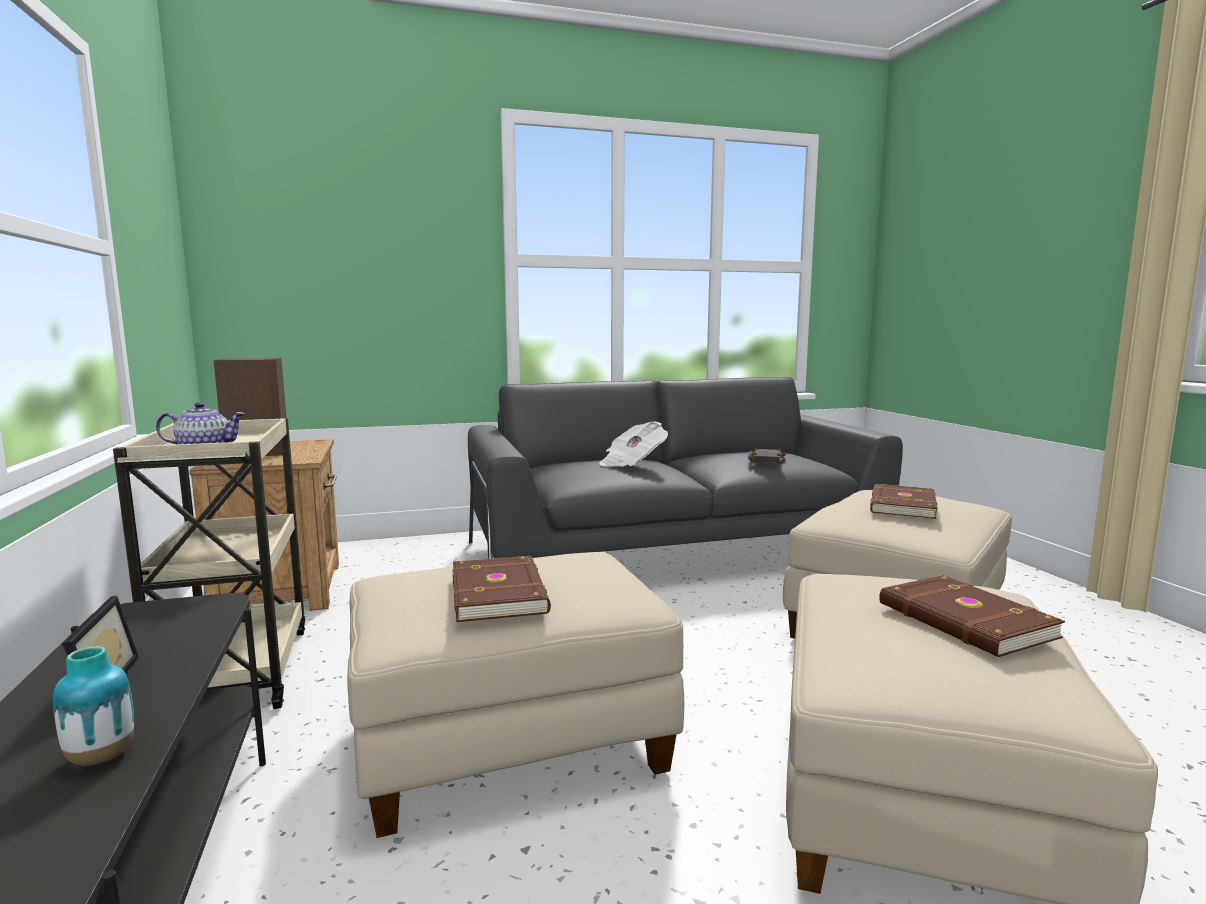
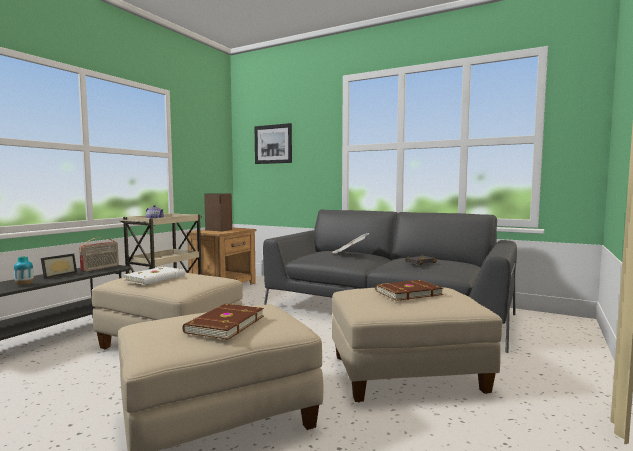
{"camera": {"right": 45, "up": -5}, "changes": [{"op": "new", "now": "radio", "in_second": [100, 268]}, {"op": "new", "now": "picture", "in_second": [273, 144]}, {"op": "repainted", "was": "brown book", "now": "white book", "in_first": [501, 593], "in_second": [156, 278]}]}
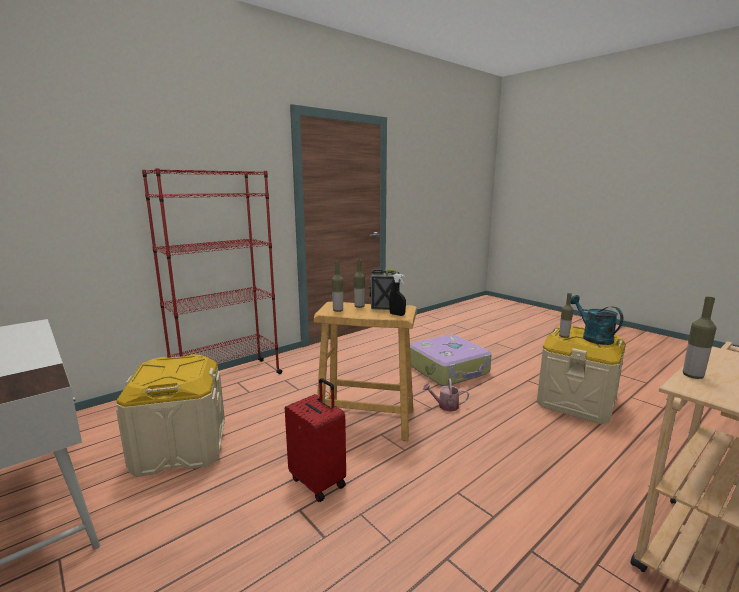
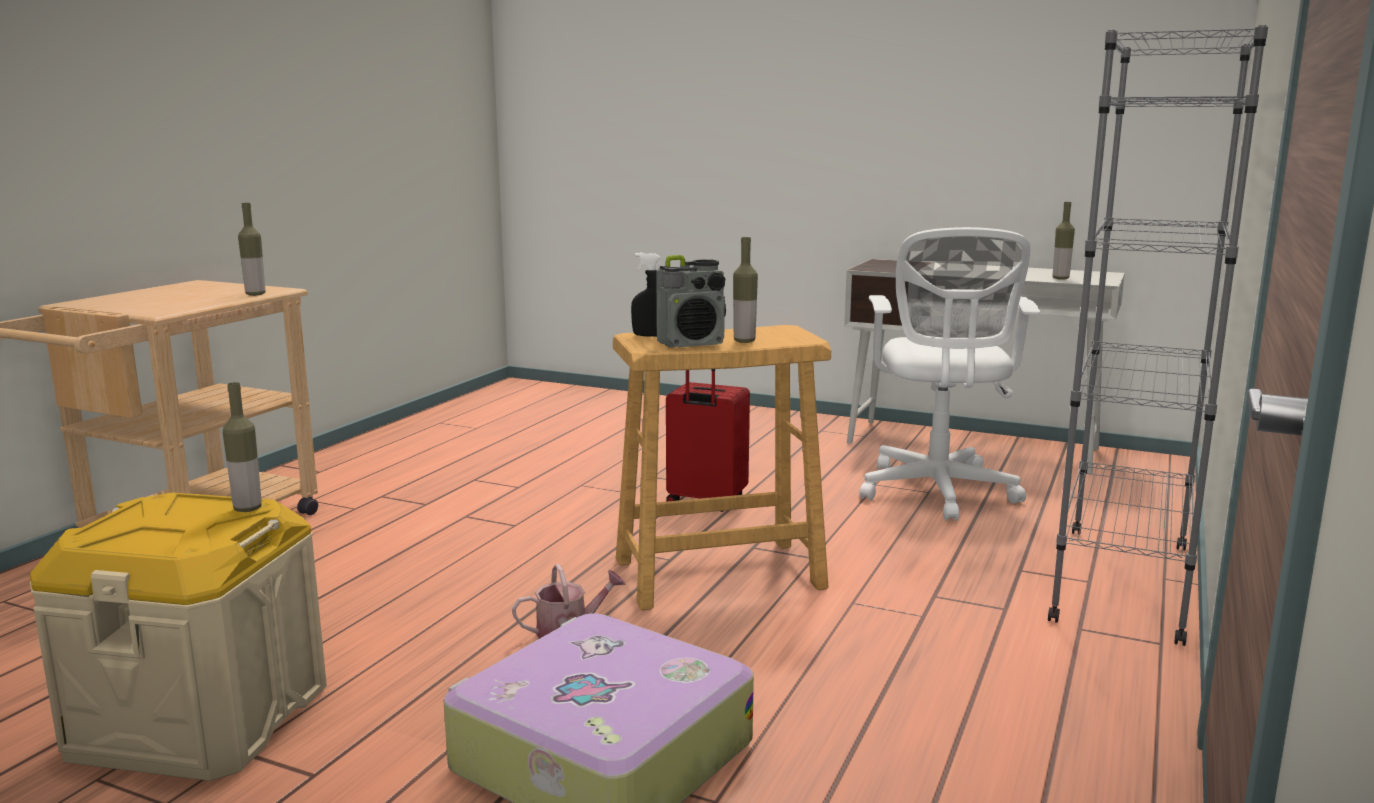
{"camera": {"right": 155, "up": 0}, "changes": [{"op": "gone", "was": "turquoise watering can", "in_first": [593, 337]}, {"op": "shifted", "was": "bottle", "in_first": [338, 310], "in_second": [1060, 278]}, {"op": "swapped", "was": "beige storage box", "now": "white office chair", "in_first": [181, 448], "in_second": [937, 493]}, {"op": "repainted", "was": "red bookcase", "now": "grey bookcase", "in_first": [227, 379], "in_second": [1122, 581]}]}
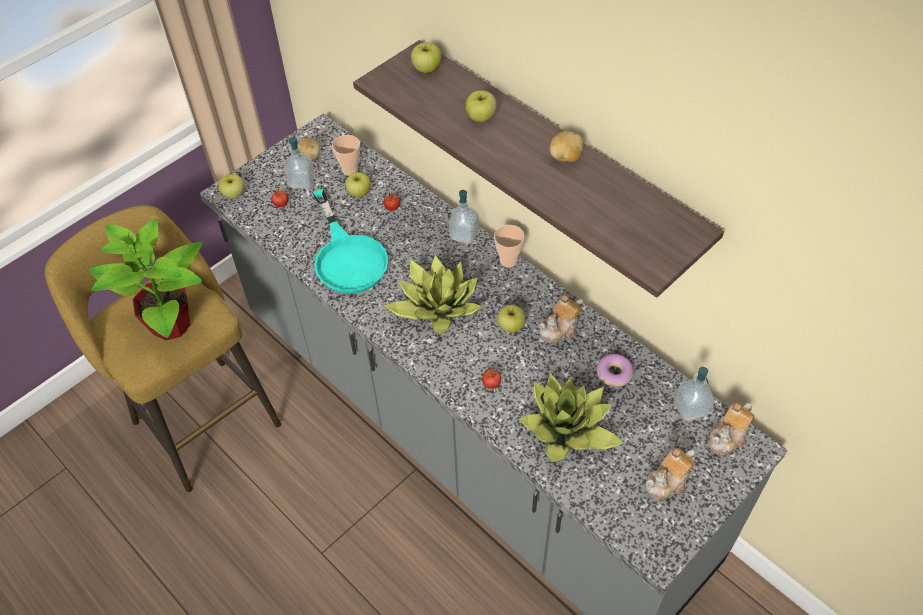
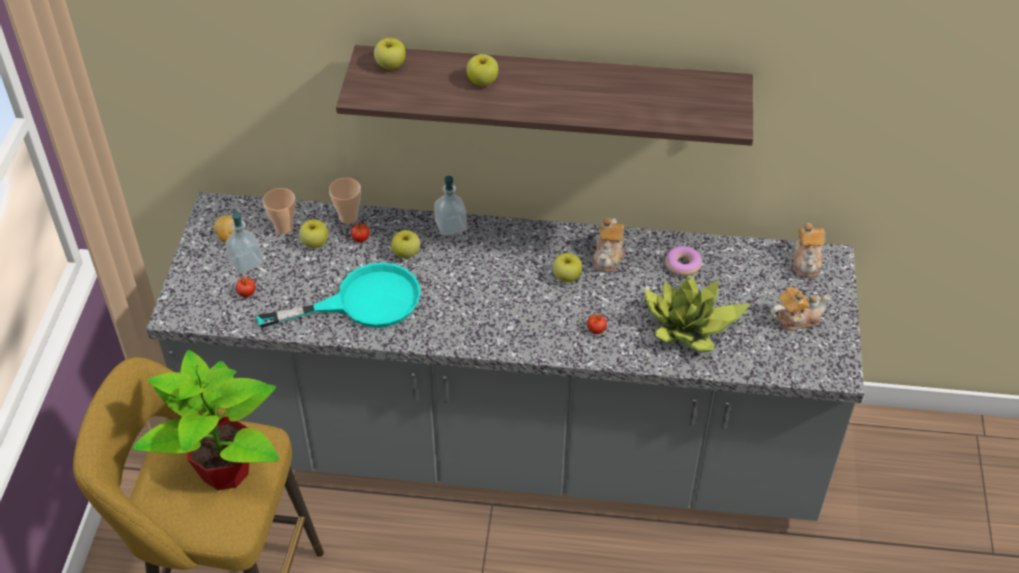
{"camera": {"right": -40, "up": -5}, "changes": [{"op": "gone", "was": "potted plant", "in_first": [435, 306]}, {"op": "gone", "was": "potato", "in_first": [565, 158]}, {"op": "gone", "was": "soap dispenser", "in_first": [690, 408]}, {"op": "shifted", "was": "apple", "in_first": [234, 194], "in_second": [406, 253]}, {"op": "shifted", "was": "cup", "in_first": [508, 261], "in_second": [348, 217]}, {"op": "rotated", "was": "turquoise frying pan", "in_first": [347, 256], "in_second": [363, 302], "clockwise": -45}, {"op": "rotated", "was": "teapot", "in_first": [668, 482], "in_second": [796, 318], "clockwise": -120}]}
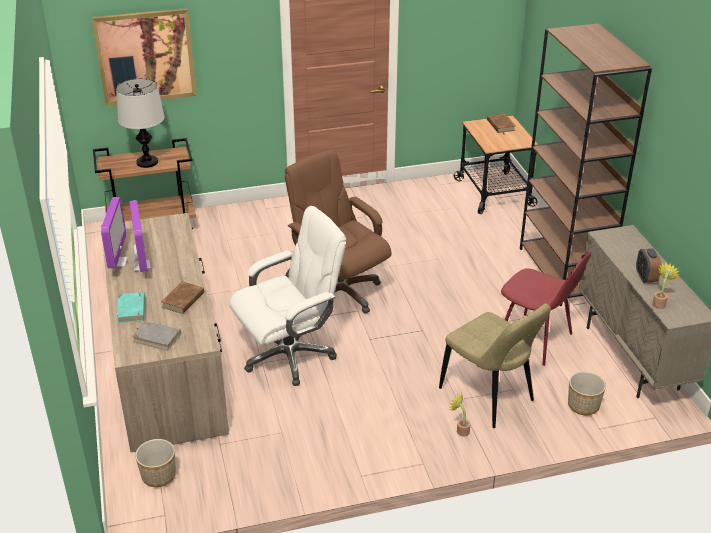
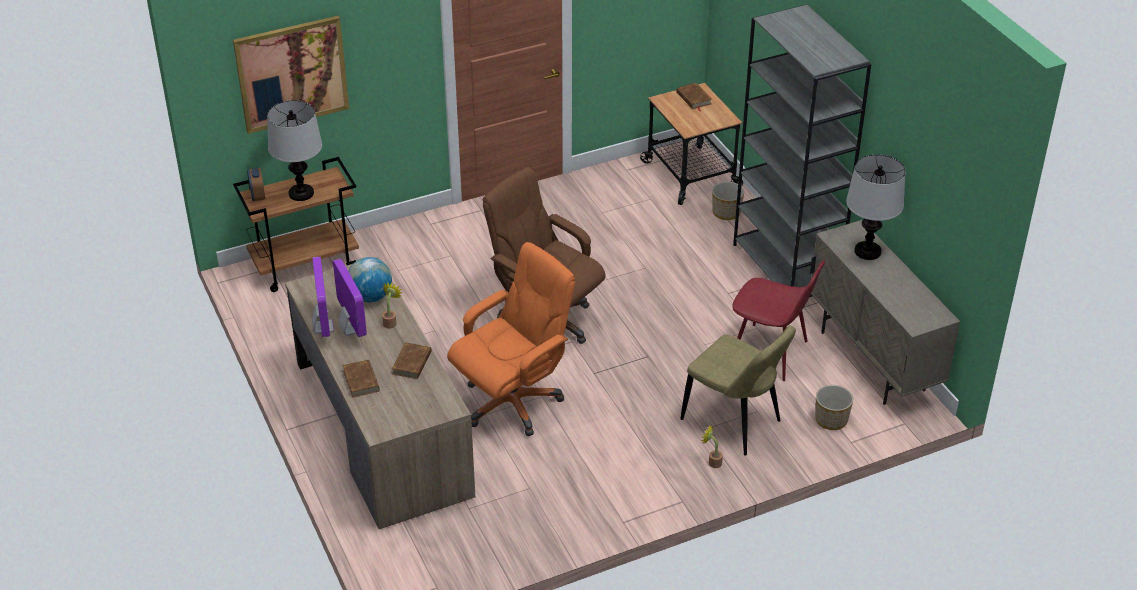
{"camera": {"right": -10, "up": 5}, "changes": [{"op": "gone", "was": "grey book", "in_first": [157, 338]}, {"op": "new", "now": "globe", "in_second": [370, 297]}, {"op": "new", "now": "table lamp", "in_second": [868, 251]}, {"op": "shifted", "was": "planter", "in_first": [158, 476], "in_second": [726, 212]}, {"op": "shifted", "was": "alarm clock", "in_first": [645, 277], "in_second": [257, 196]}, {"op": "shifted", "was": "potted plant", "in_first": [659, 303], "in_second": [391, 322]}, {"op": "repainted", "was": "turquoise book", "now": "brown book", "in_first": [131, 310], "in_second": [361, 380]}, {"op": "repainted", "was": "white office chair", "now": "orange office chair", "in_first": [290, 355], "in_second": [513, 402]}, {"op": "repainted", "was": "brown bookcase", "now": "grey bookcase", "in_first": [563, 272], "in_second": [786, 269]}]}
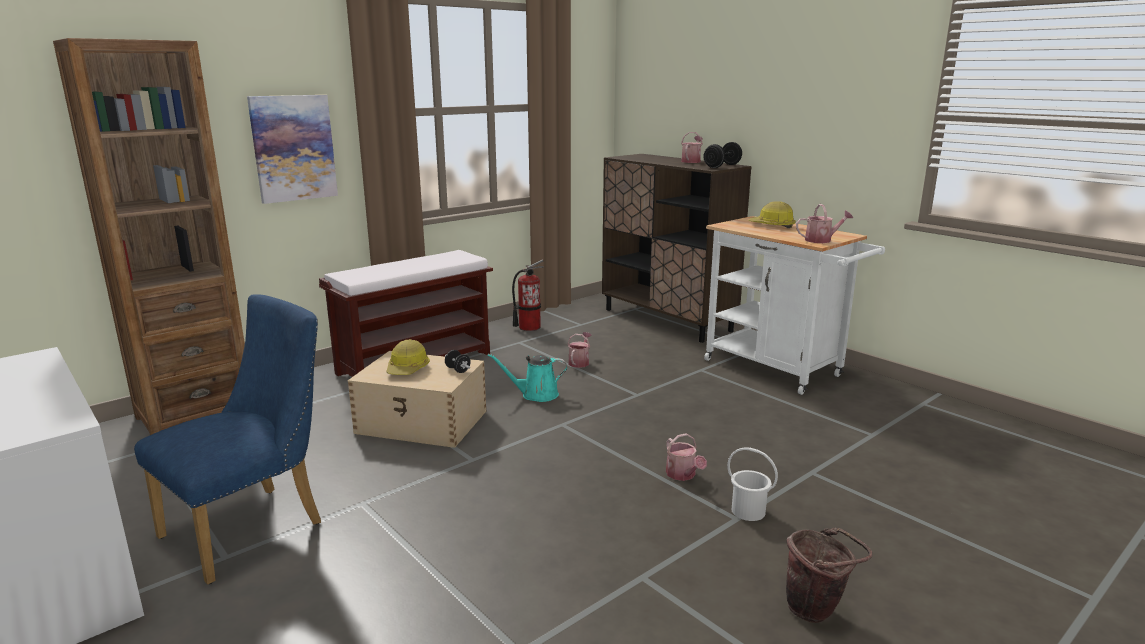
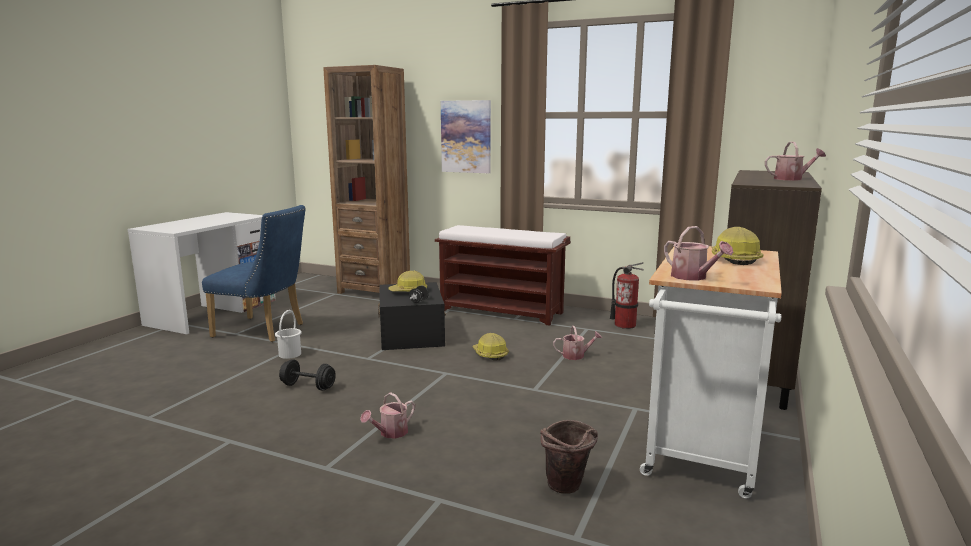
{"camera": {"right": 65, "up": -5}, "changes": [{"op": "shifted", "was": "black dumbbell", "in_first": [722, 166], "in_second": [308, 386]}, {"op": "shifted", "was": "white bucket", "in_first": [748, 511], "in_second": [289, 354]}, {"op": "shifted", "was": "brown bucket", "in_first": [817, 610], "in_second": [567, 489]}, {"op": "swapped", "was": "turquoise watering can", "now": "hard hat", "in_first": [536, 395], "in_second": [490, 354]}, {"op": "repainted", "was": "beige storage box", "now": "black storage box", "in_first": [423, 422], "in_second": [410, 334]}]}
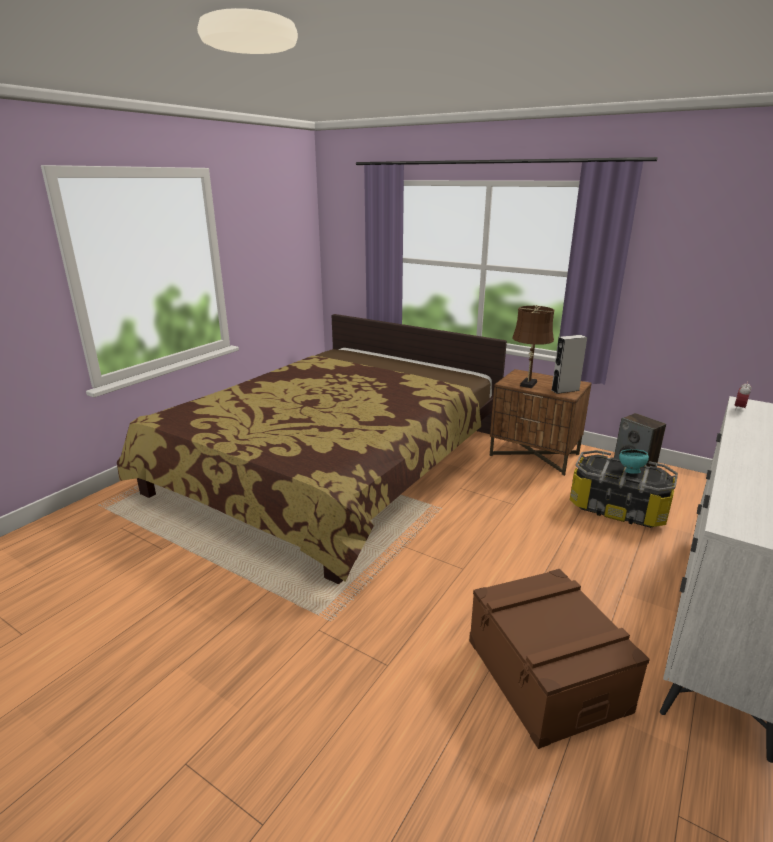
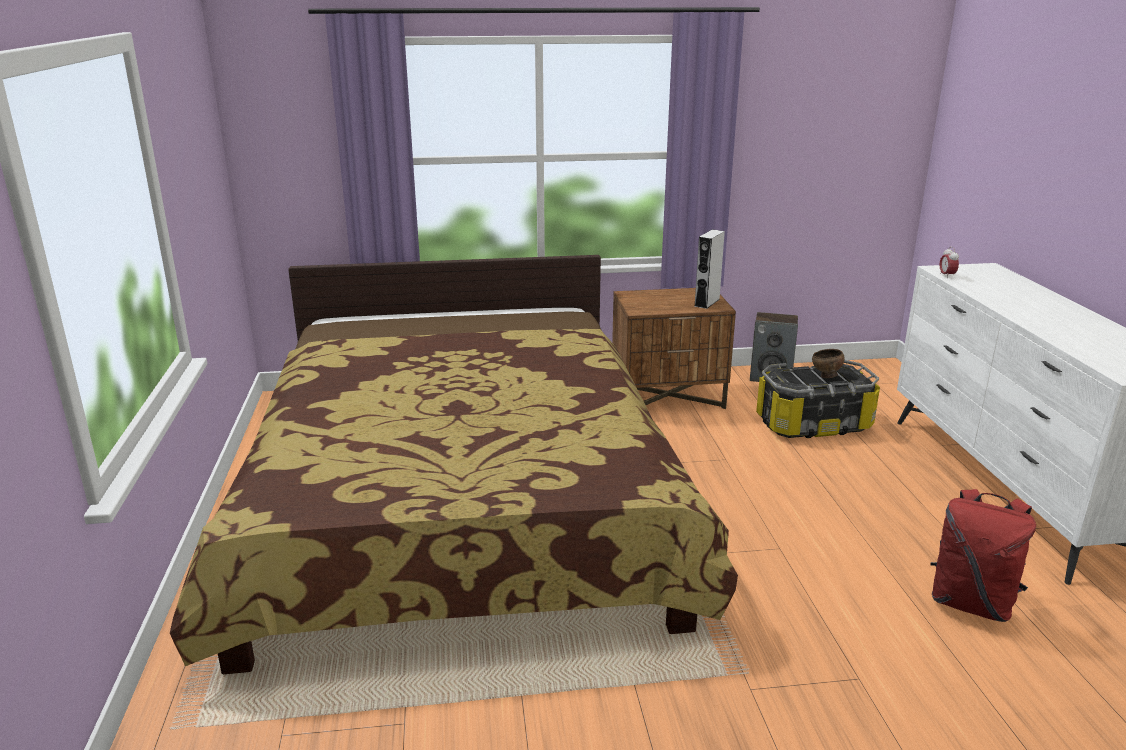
{"camera": {"right": -40, "up": 0}, "changes": [{"op": "gone", "was": "brown table lamp", "in_first": [527, 384]}, {"op": "swapped", "was": "brown storage box", "now": "red backpack", "in_first": [546, 674], "in_second": [971, 603]}, {"op": "repainted", "was": "turquoise bowl", "now": "brown bowl", "in_first": [630, 472], "in_second": [826, 376]}]}
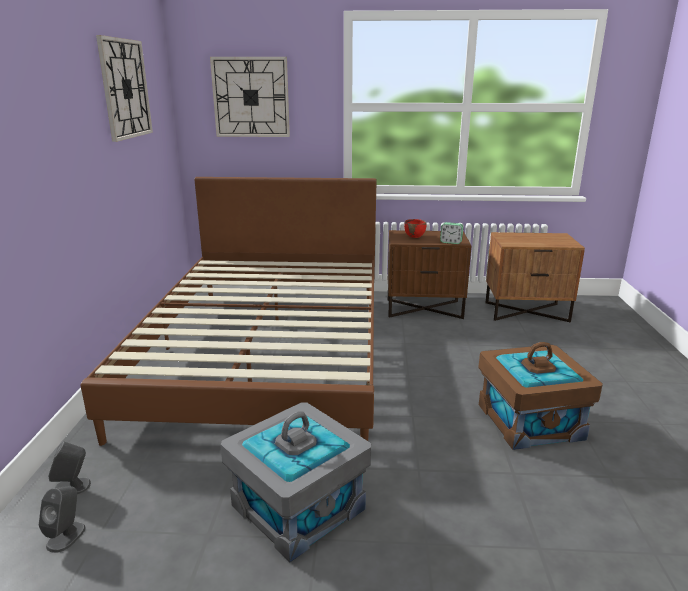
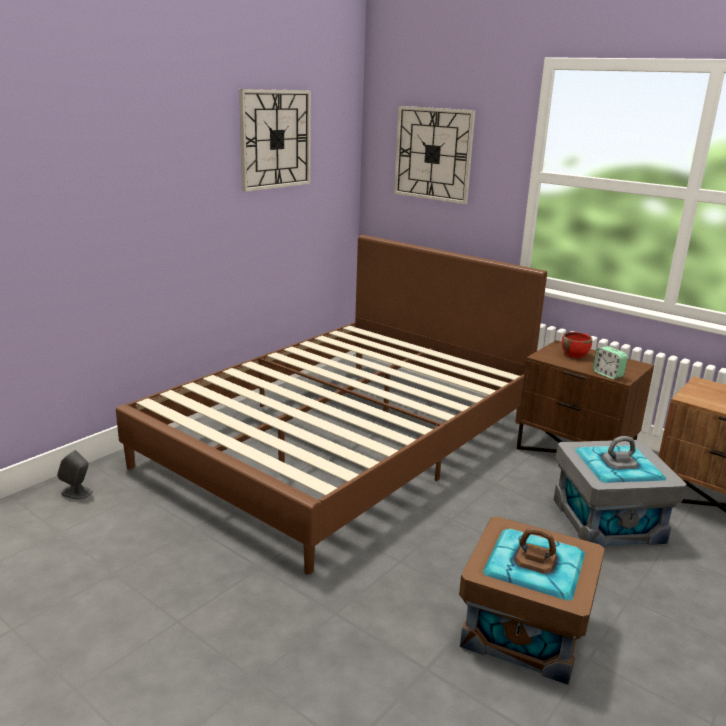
{"camera": {"right": 35, "up": 0}, "changes": [{"op": "gone", "was": "grey speaker", "in_first": [66, 536]}, {"op": "shifted", "was": "grey storage box", "in_first": [298, 506], "in_second": [607, 520]}]}
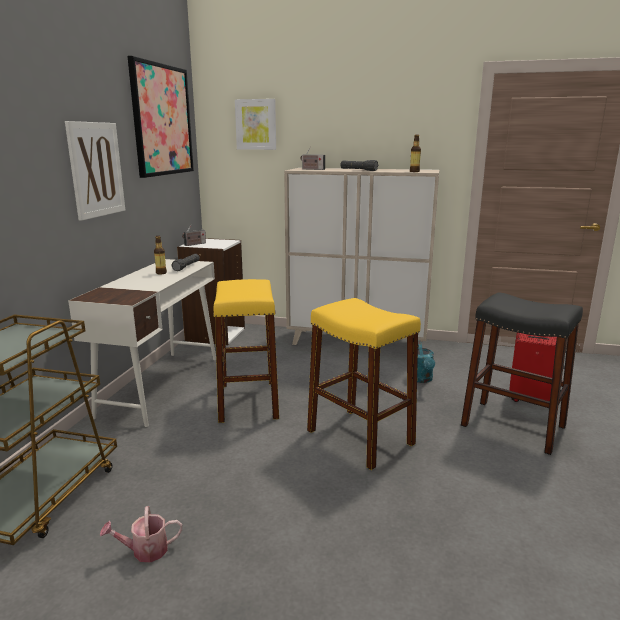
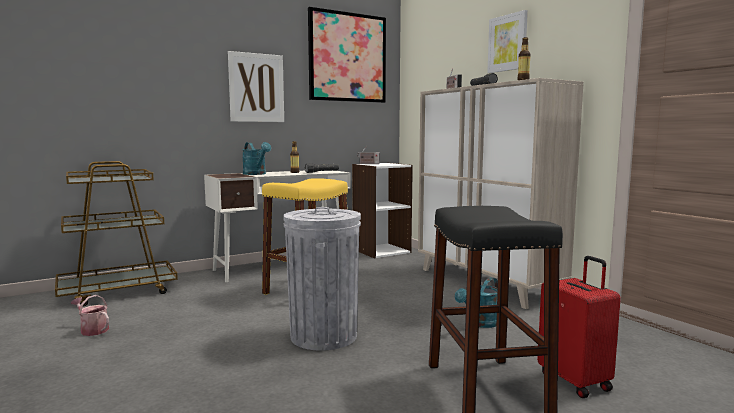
{"camera": {"right": 45, "up": -10}, "changes": [{"op": "new", "now": "turquoise watering can", "in_second": [256, 174]}, {"op": "shifted", "was": "picture", "in_first": [256, 124], "in_second": [508, 43]}, {"op": "swapped", "was": "yellow stool", "now": "grey trash can", "in_first": [360, 437], "in_second": [324, 336]}]}
